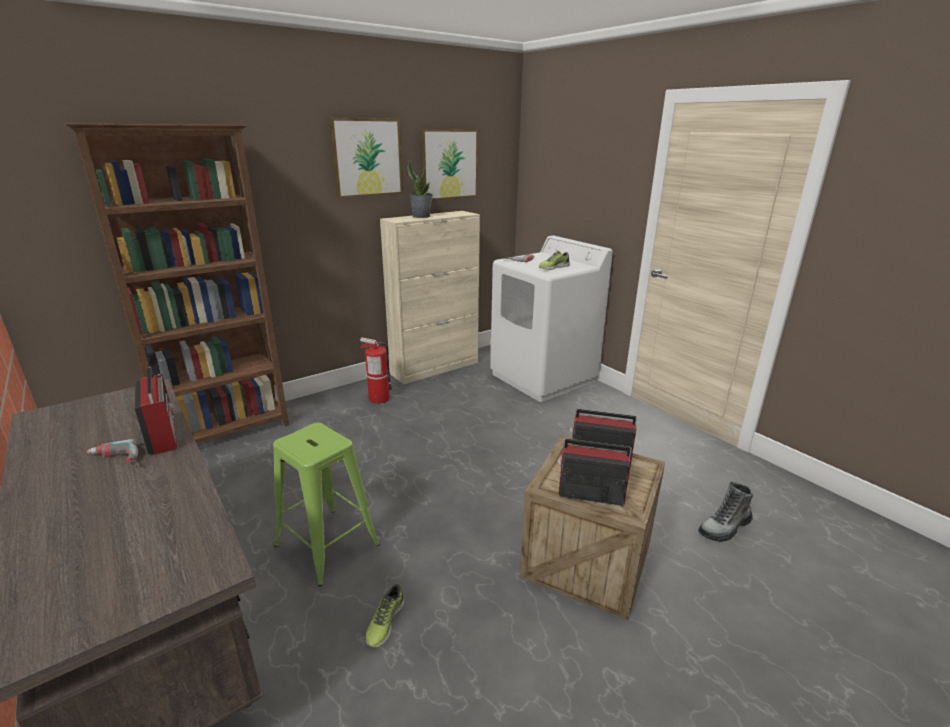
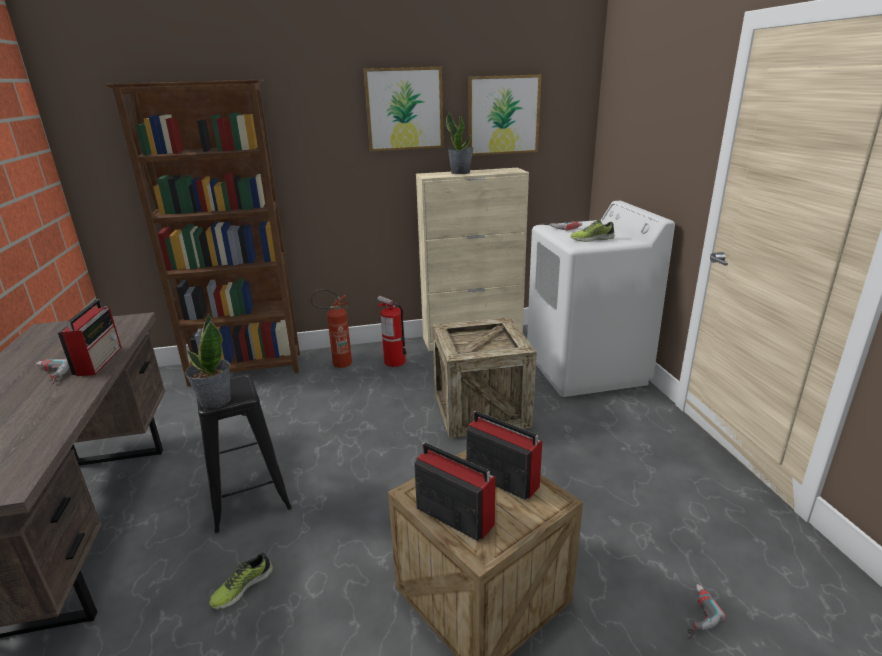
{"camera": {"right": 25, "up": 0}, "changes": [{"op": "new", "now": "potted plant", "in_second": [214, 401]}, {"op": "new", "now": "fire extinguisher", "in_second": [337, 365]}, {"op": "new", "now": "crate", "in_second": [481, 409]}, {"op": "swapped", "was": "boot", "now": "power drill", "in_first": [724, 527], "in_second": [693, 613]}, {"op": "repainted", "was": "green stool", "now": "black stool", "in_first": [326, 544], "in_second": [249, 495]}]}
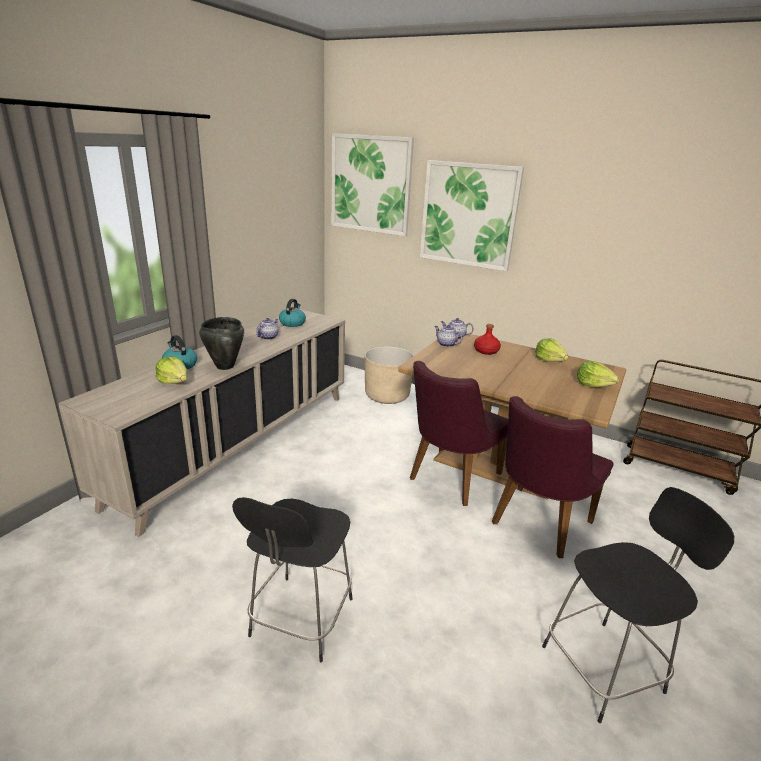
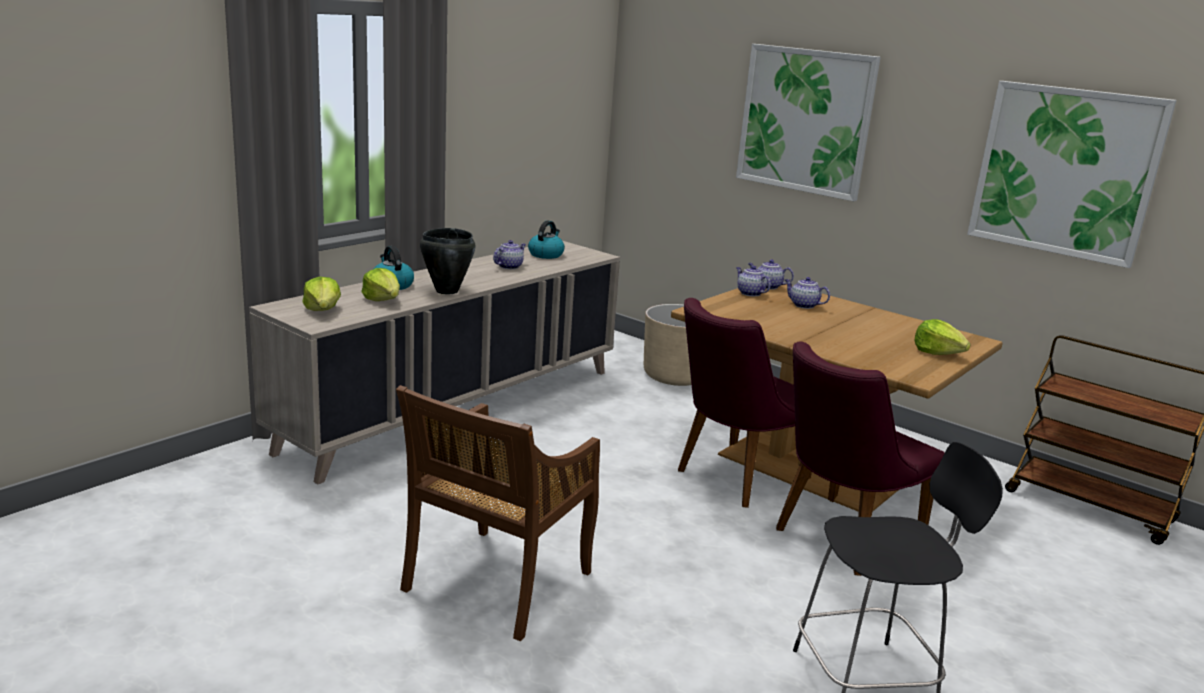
{"camera": {"right": 10, "up": -5}, "changes": [{"op": "shifted", "was": "picture", "in_first": [370, 184], "in_second": [1065, 171]}, {"op": "shifted", "was": "lettuce", "in_first": [549, 360], "in_second": [322, 310]}, {"op": "swapped", "was": "black stool", "now": "brown chair", "in_first": [300, 620], "in_second": [496, 583]}, {"op": "swapped", "was": "red bottle", "now": "teapot", "in_first": [486, 351], "in_second": [803, 305]}]}
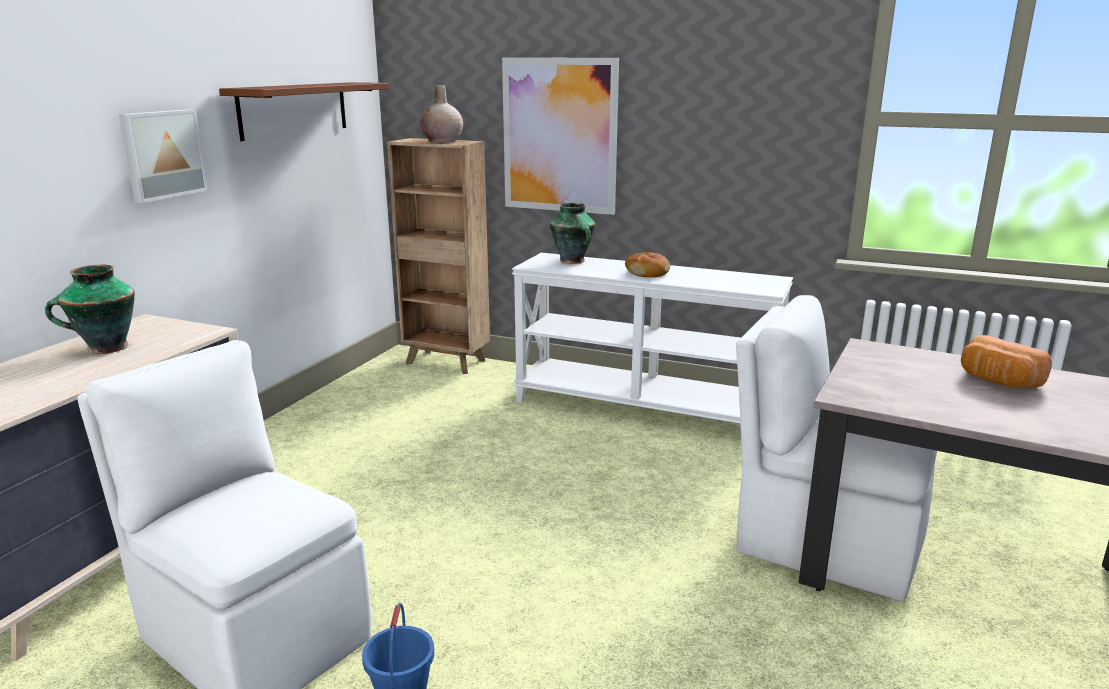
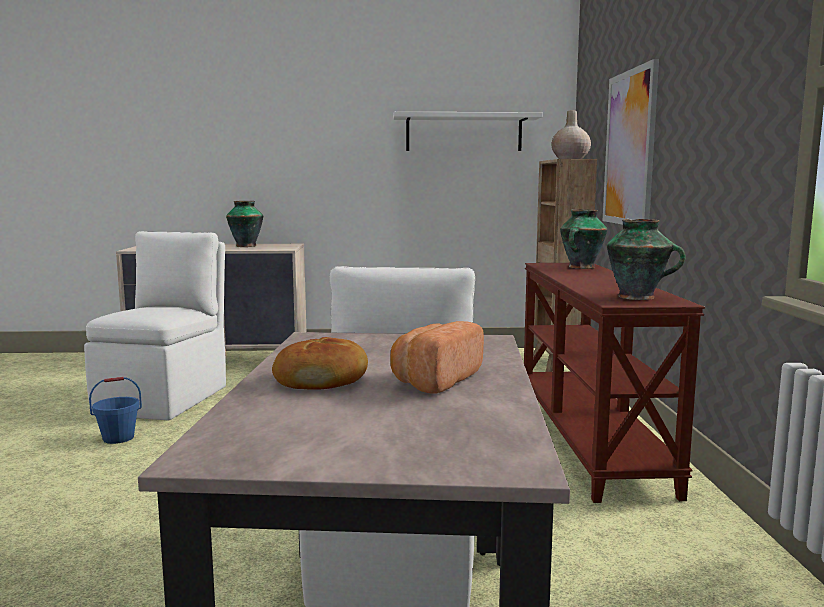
{"camera": {"right": 65, "up": -10}, "changes": [{"op": "gone", "was": "picture", "in_first": [162, 154]}, {"op": "new", "now": "vase", "in_second": [638, 297]}, {"op": "shifted", "was": "bread", "in_first": [647, 272], "in_second": [322, 380]}, {"op": "repainted", "was": "brown shelf", "now": "white shelf", "in_first": [294, 109], "in_second": [464, 133]}, {"op": "repainted", "was": "white console table", "now": "brown console table", "in_first": [645, 408], "in_second": [590, 437]}]}
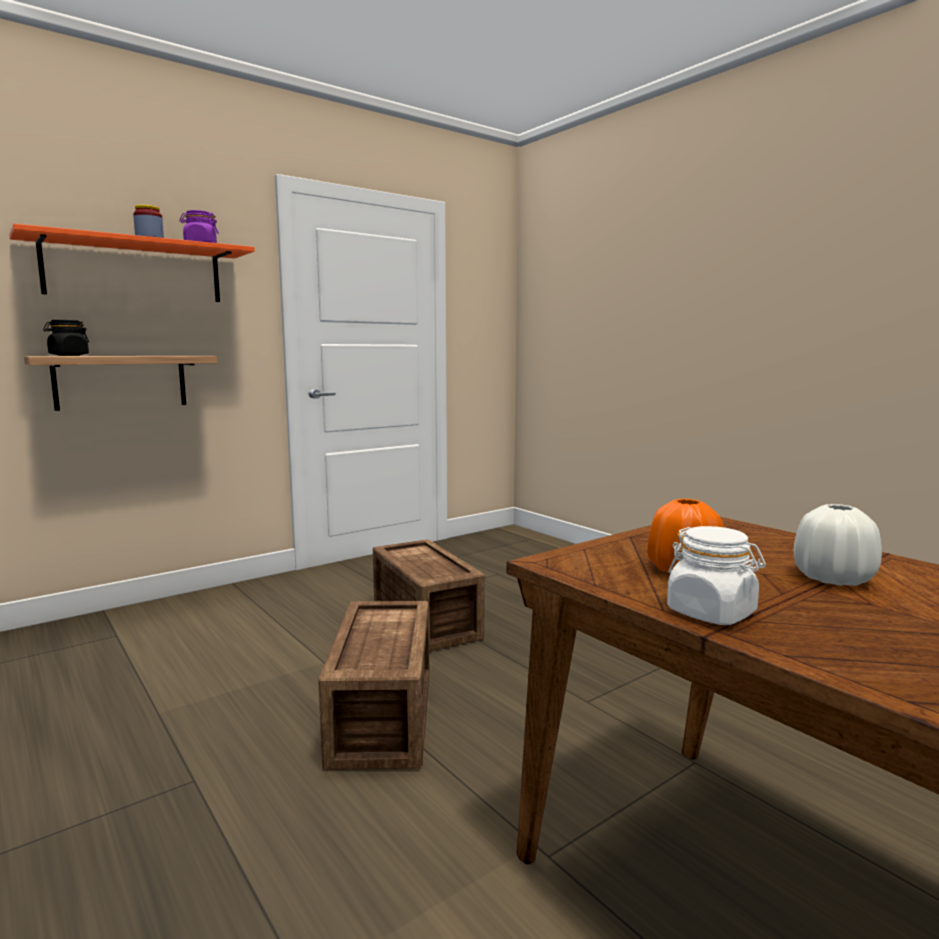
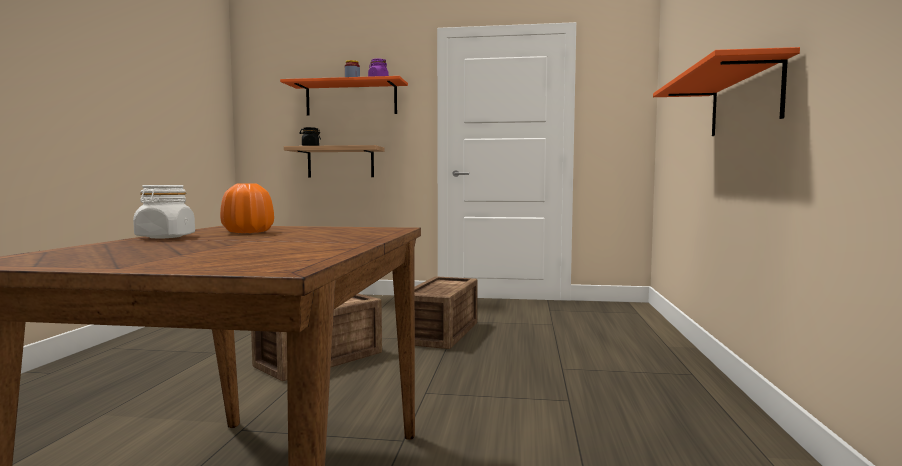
{"camera": {"right": 45, "up": -5}, "changes": [{"op": "gone", "was": "white vase", "in_first": [832, 578]}, {"op": "new", "now": "orange shelf", "in_second": [744, 101]}]}
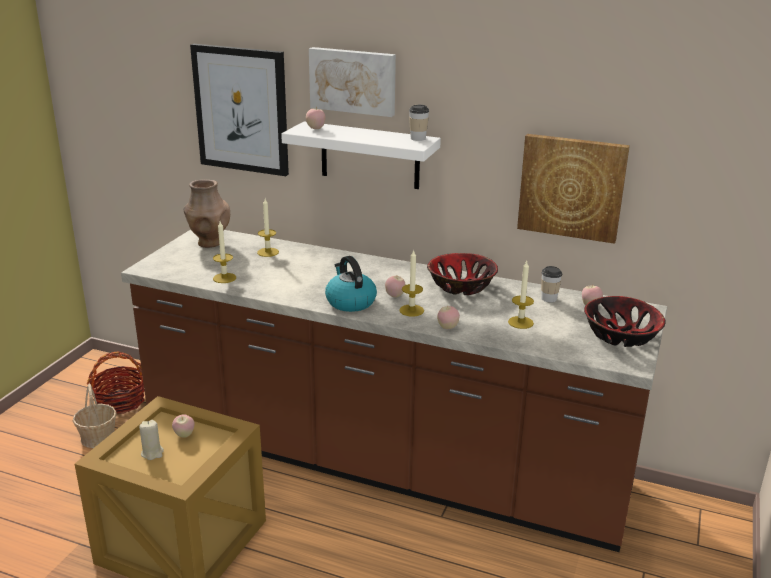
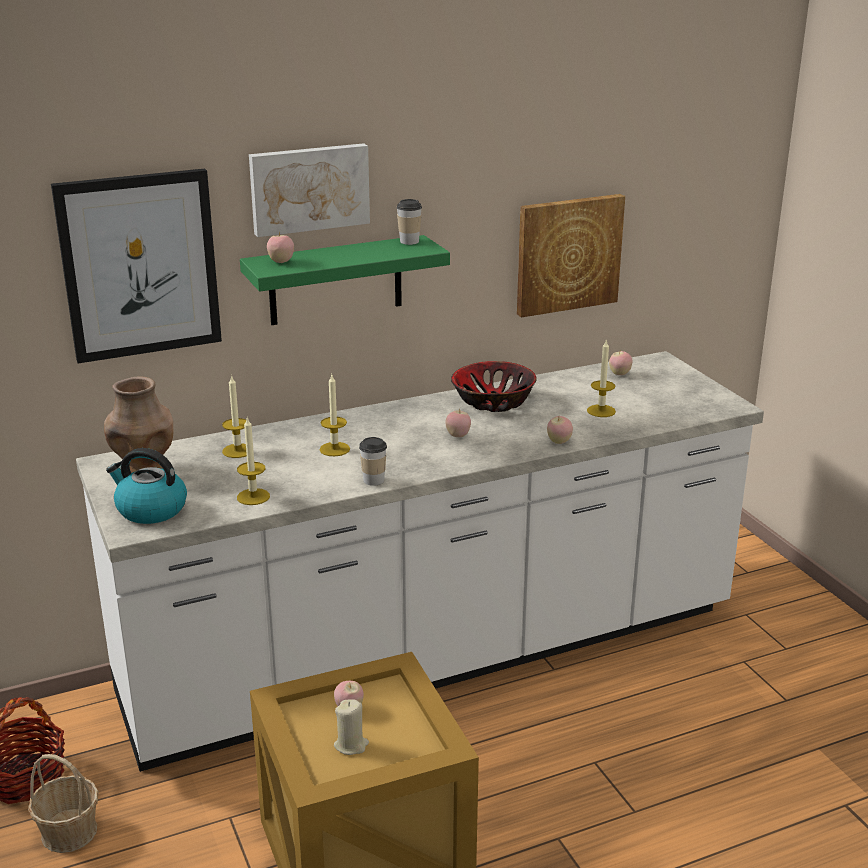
{"camera": {"right": -45, "up": 0}, "changes": [{"op": "gone", "was": "bowl", "in_first": [621, 336]}, {"op": "shifted", "was": "kettle", "in_first": [350, 302], "in_second": [150, 510]}, {"op": "shifted", "was": "candle", "in_first": [411, 310], "in_second": [334, 449]}, {"op": "shifted", "was": "cup", "in_first": [549, 299], "in_second": [373, 480]}, {"op": "repainted", "was": "brown counter", "now": "white counter", "in_first": [383, 463], "in_second": [434, 656]}, {"op": "repainted", "was": "white shelf", "now": "green shelf", "in_first": [370, 155], "in_second": [335, 280]}]}
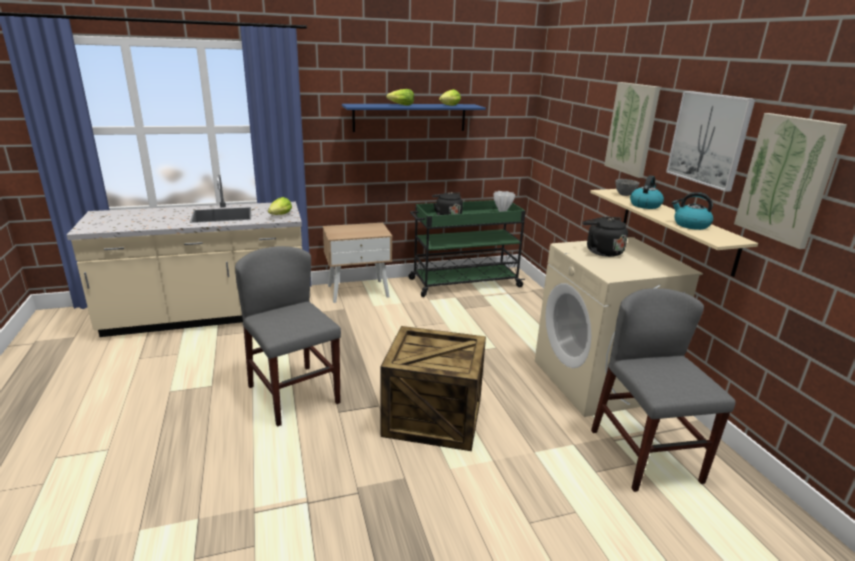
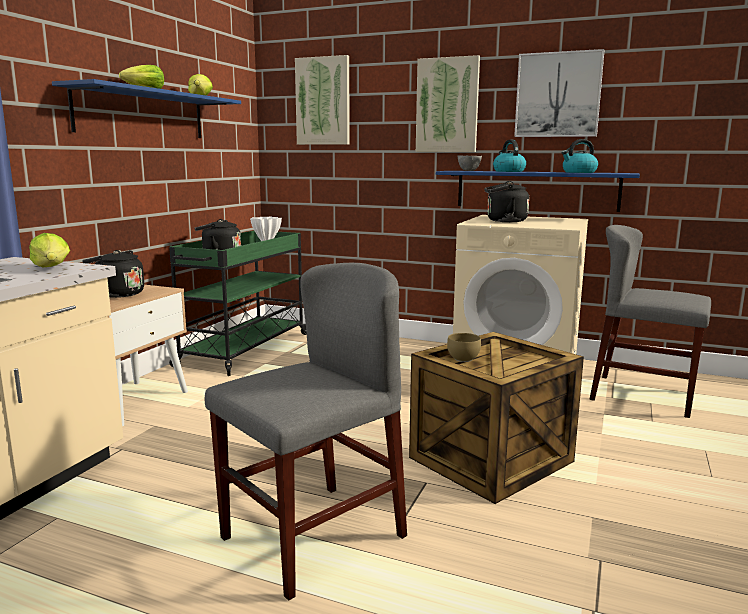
{"camera": {"right": -50, "up": -10}, "changes": [{"op": "new", "now": "black kettle", "in_second": [117, 294]}, {"op": "new", "now": "brown bowl", "in_second": [462, 359]}, {"op": "shifted", "was": "picture", "in_first": [787, 179], "in_second": [323, 101]}, {"op": "repainted", "was": "beige shelf", "now": "blue shelf", "in_first": [676, 229], "in_second": [536, 190]}, {"op": "rotated", "was": "grey chair", "in_first": [294, 394], "in_second": [313, 537], "clockwise": 135}]}
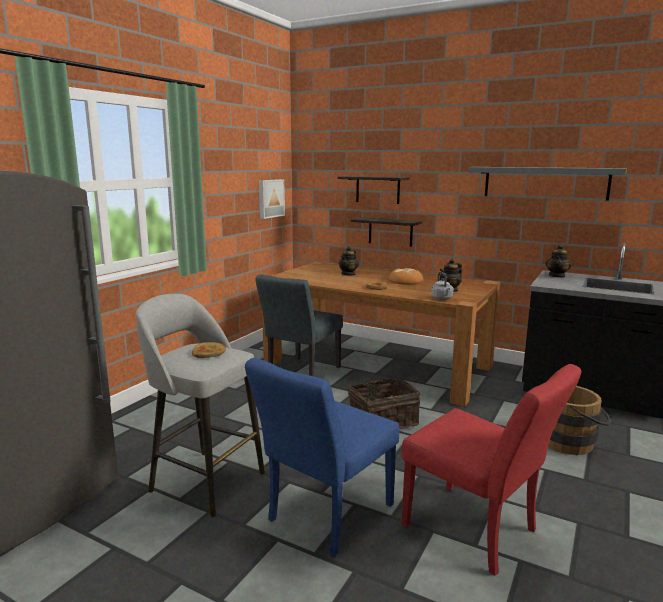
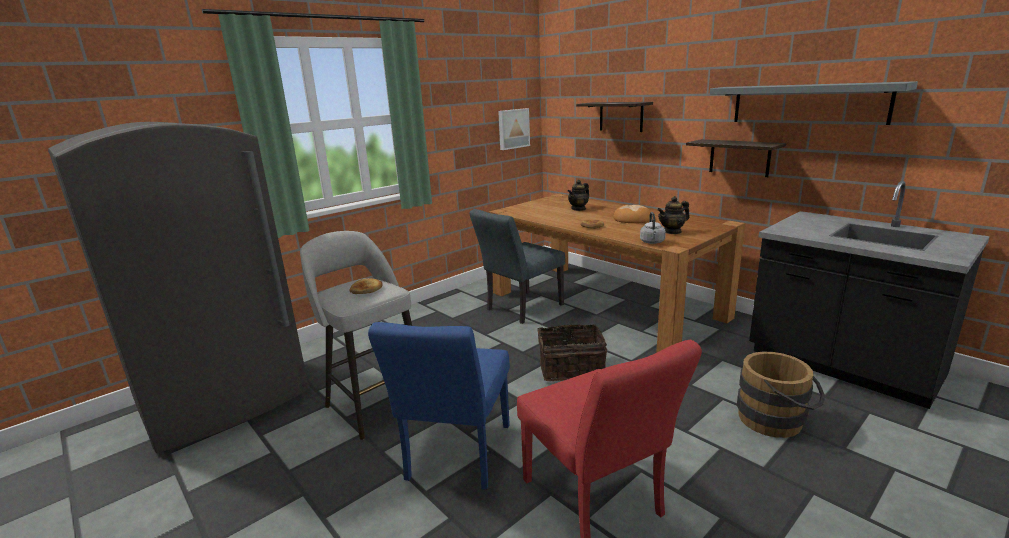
{"camera": {"right": 20, "up": 5}, "changes": [{"op": "gone", "was": "teapot", "in_first": [557, 276]}, {"op": "shifted", "was": "shelf", "in_first": [390, 231], "in_second": [739, 157]}, {"op": "rotated", "was": "blue chair", "in_first": [324, 517], "in_second": [456, 457], "clockwise": -45}]}
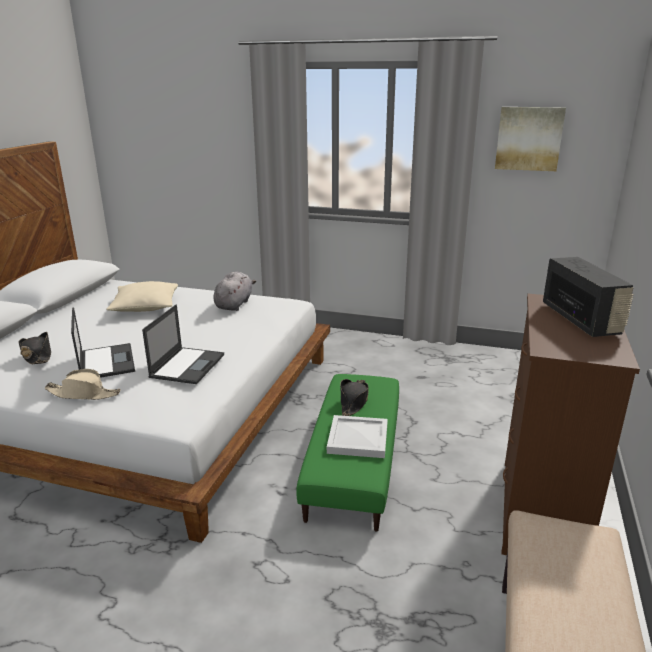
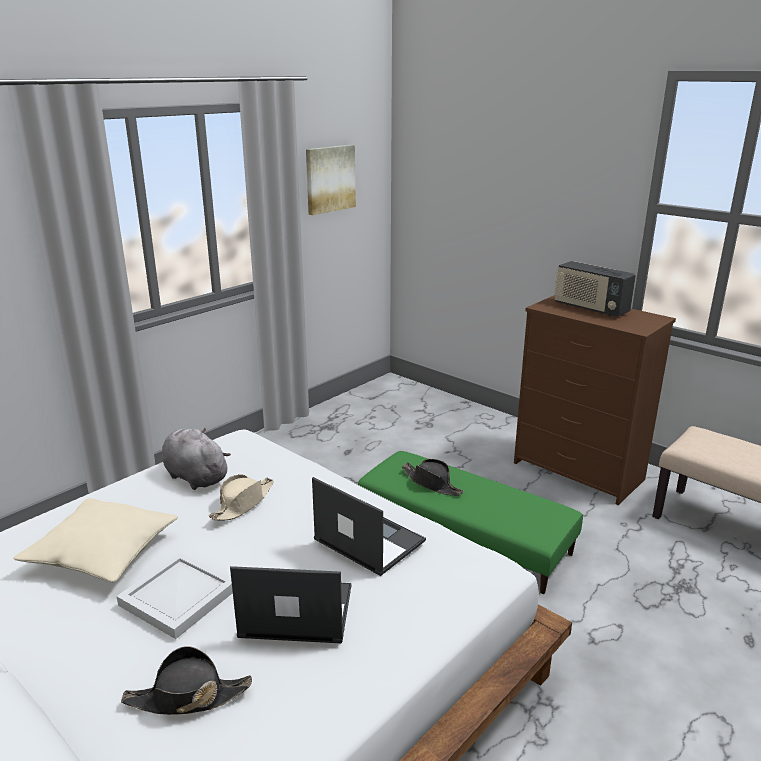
{"camera": {"right": -65, "up": 0}, "changes": [{"op": "shifted", "was": "beige hat", "in_first": [84, 394], "in_second": [243, 503]}, {"op": "shifted", "was": "white tray", "in_first": [357, 438], "in_second": [176, 597]}, {"op": "rotated", "was": "radio", "in_first": [581, 320], "in_second": [590, 308], "clockwise": -150}]}
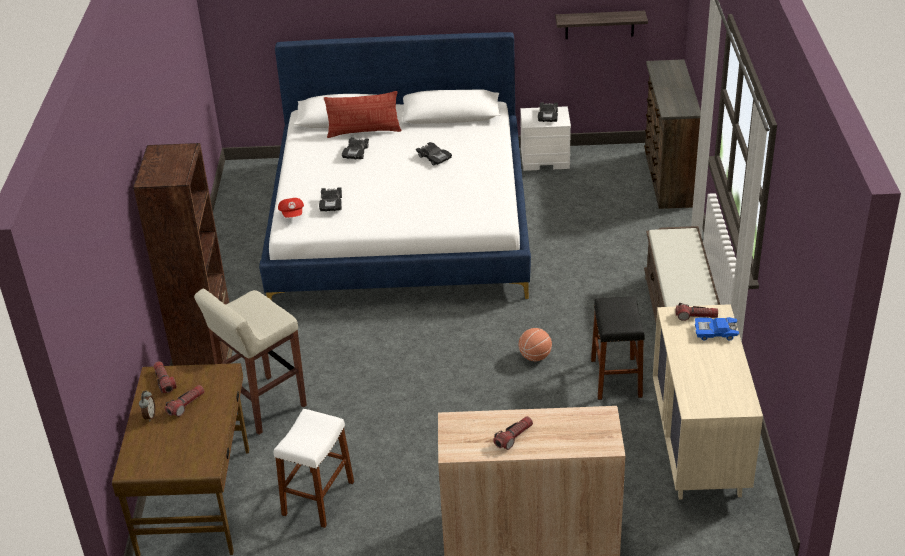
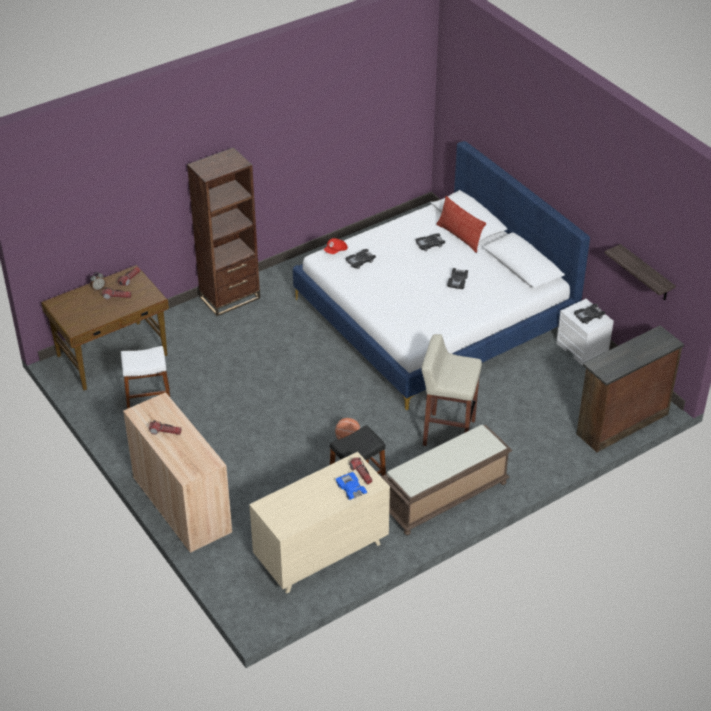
{"camera": {"right": 55, "up": 5}, "changes": [{"op": "shifted", "was": "beige stool", "in_first": [262, 405], "in_second": [448, 432]}]}
